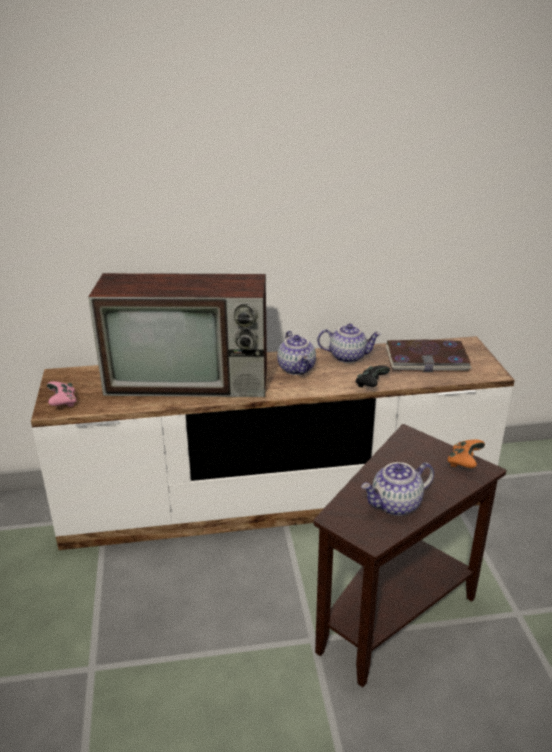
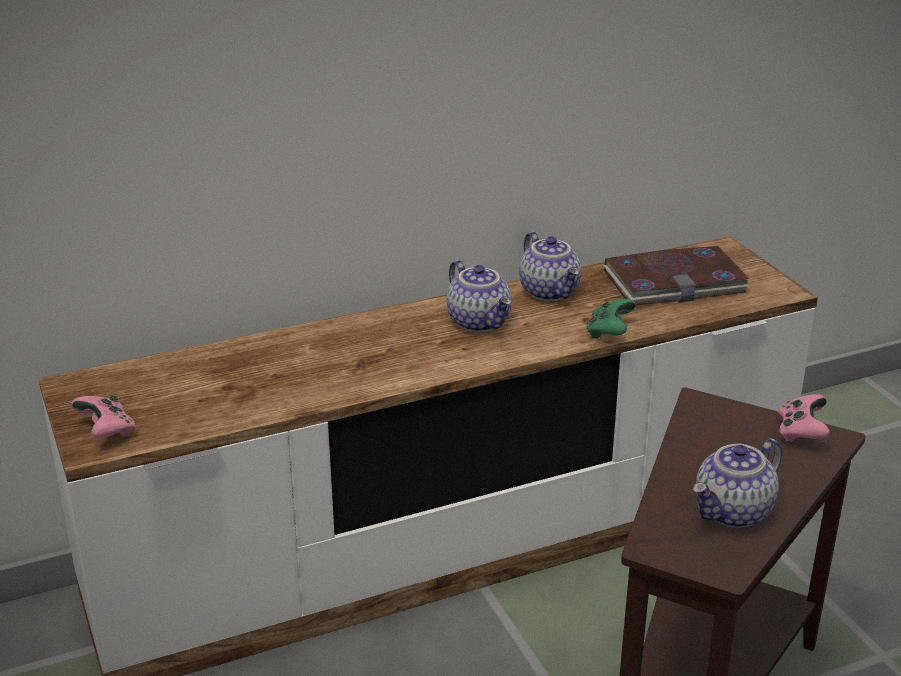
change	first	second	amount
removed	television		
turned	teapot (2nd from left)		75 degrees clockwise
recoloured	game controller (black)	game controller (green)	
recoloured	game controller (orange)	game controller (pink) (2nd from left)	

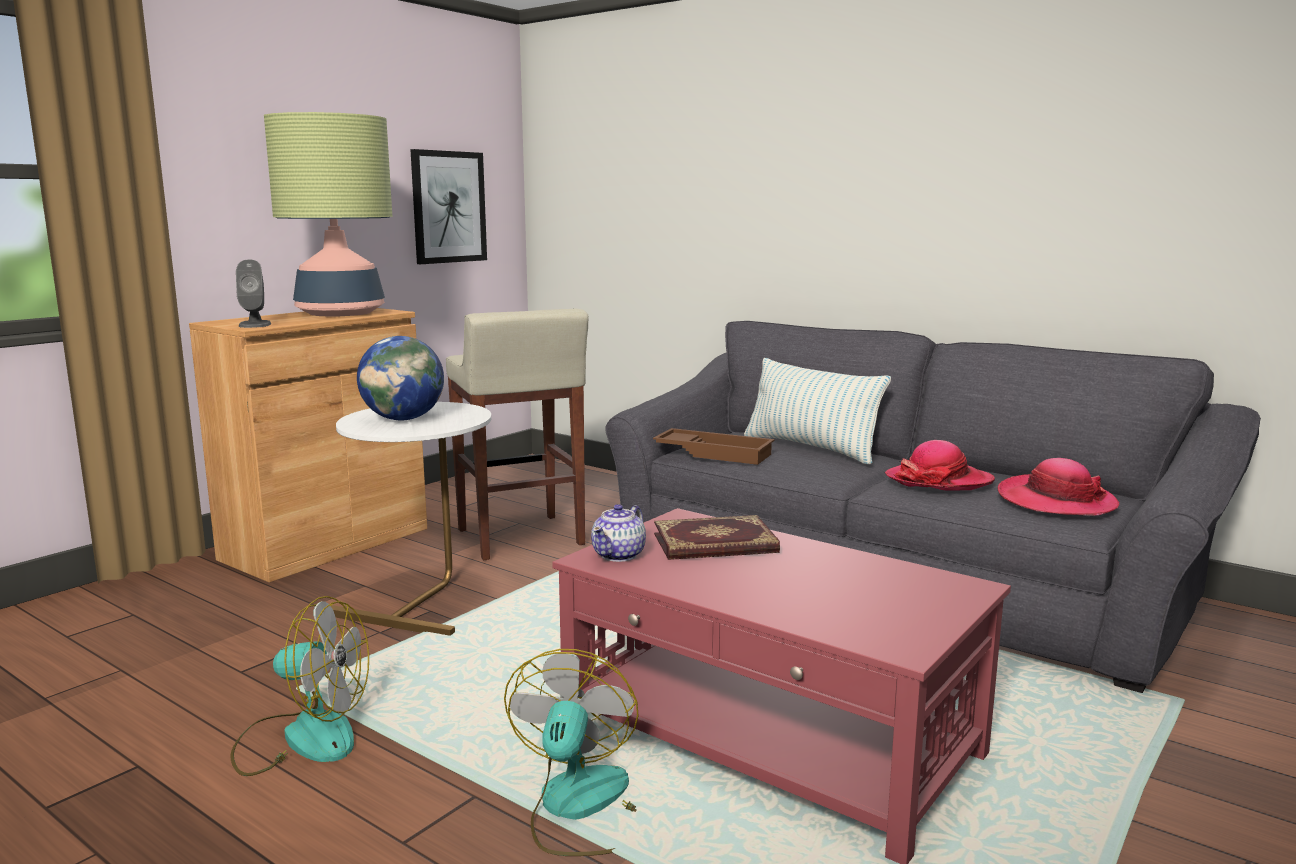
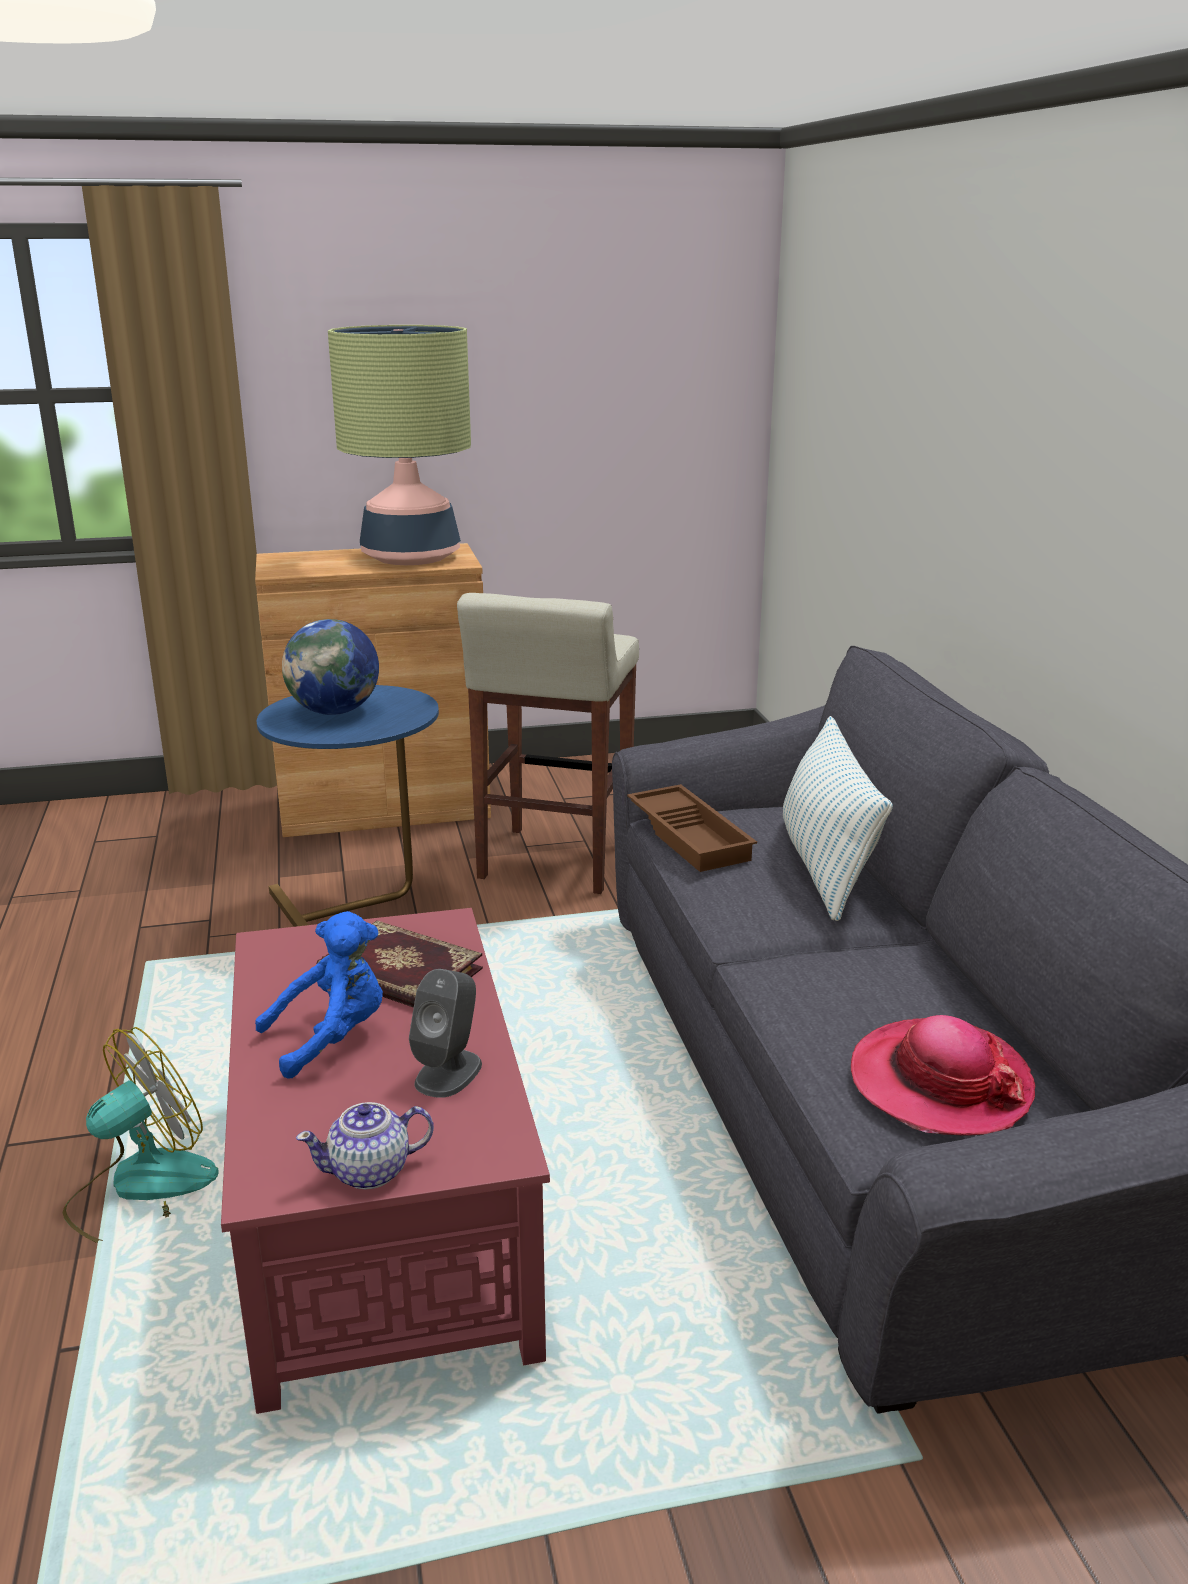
change	first	second	amount
removed	picture		
moved	speaker (grey)		
recoloured	side table (white)	side table (blue)	
removed	hat (1st from left)		
moved	teapot		
removed	fan (1st from left)		
added		plush toy (blue)	

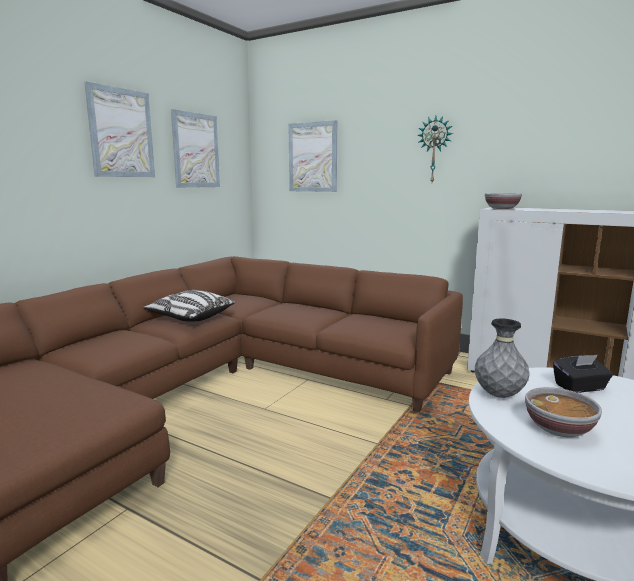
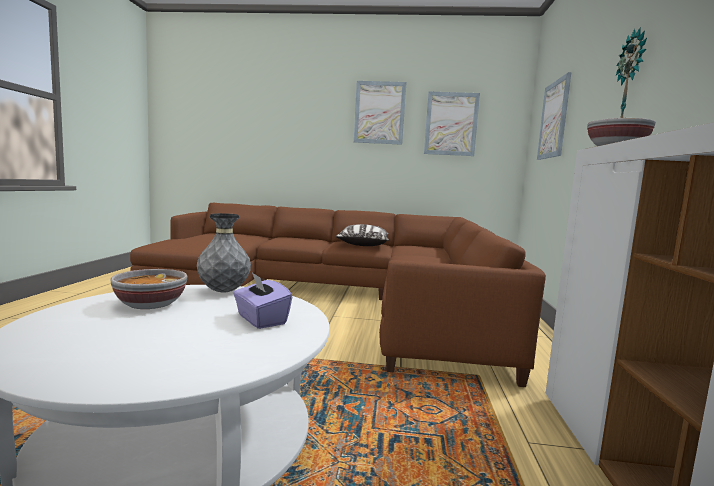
change	first	second	amount
recoloured	tissue box (black)	tissue box (purple)	

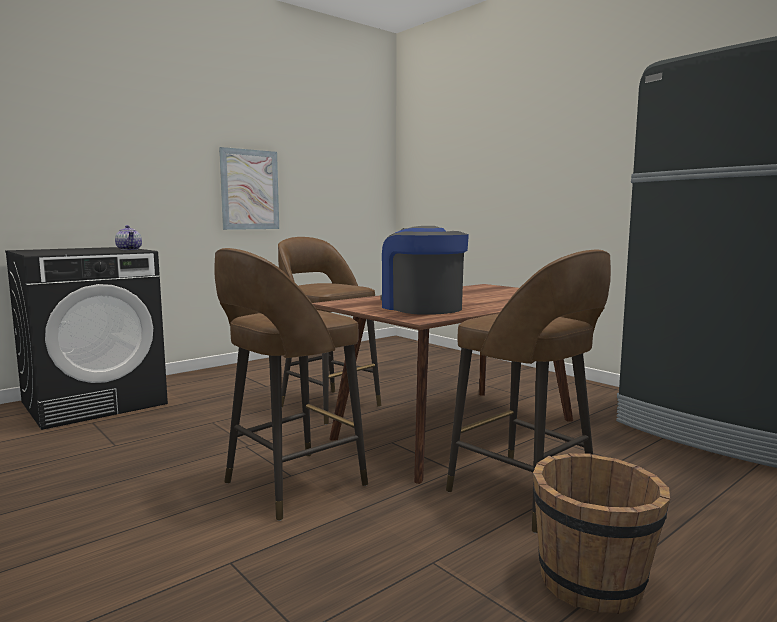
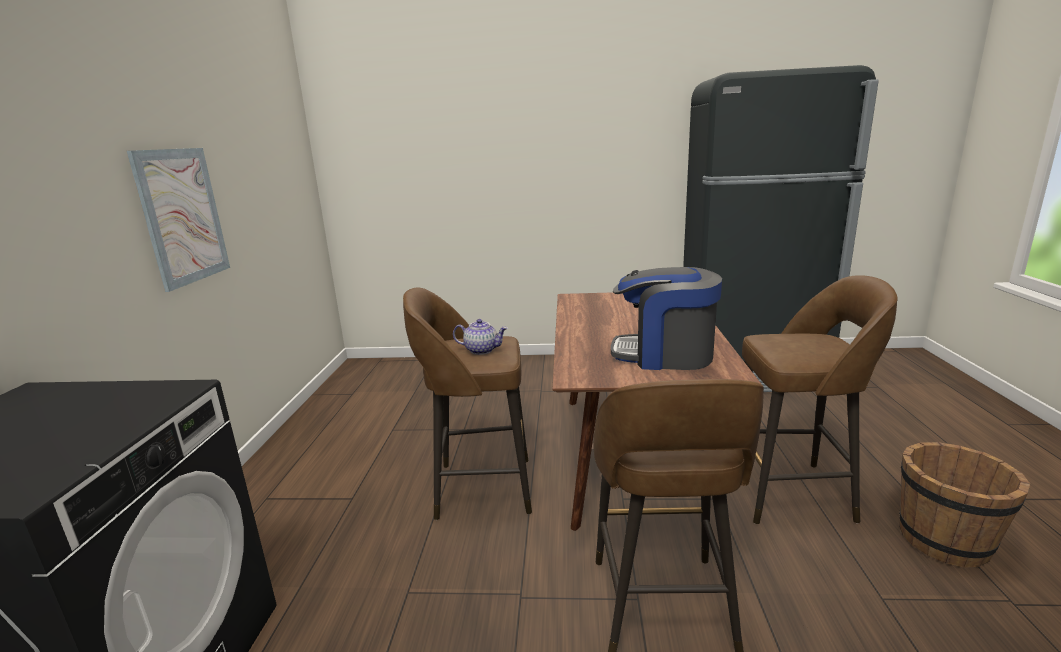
change	first	second	amount
moved	teapot		

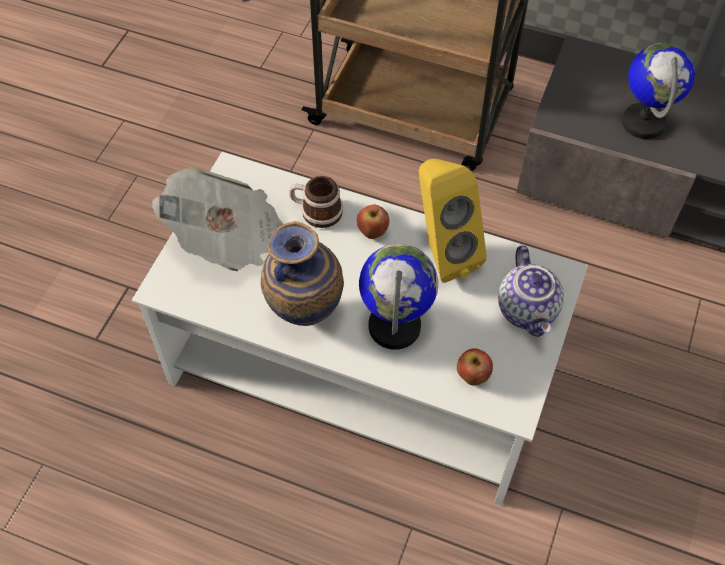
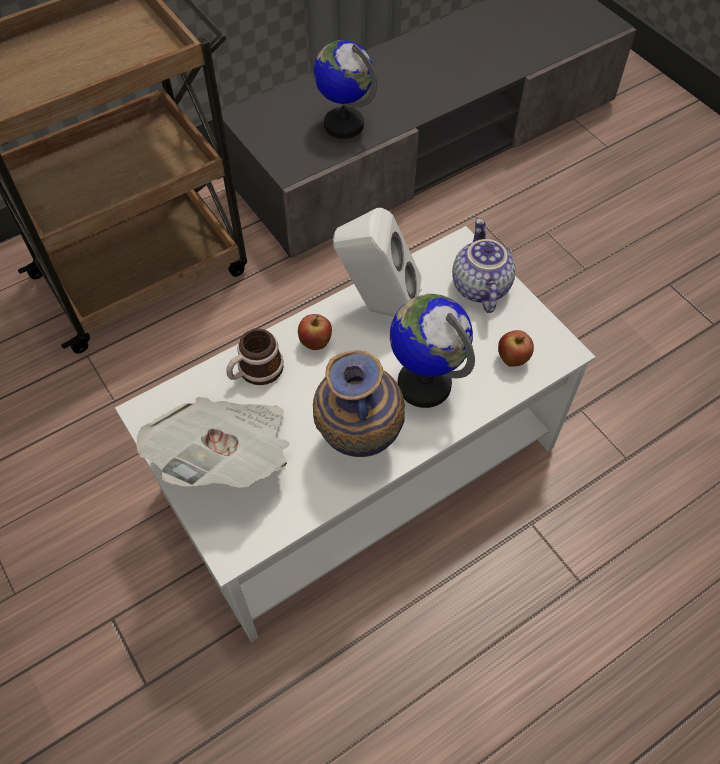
change	first	second	amount
recoloured	speaker (yellow)	speaker (white)	
turned	teapot		120 degrees counterclockwise

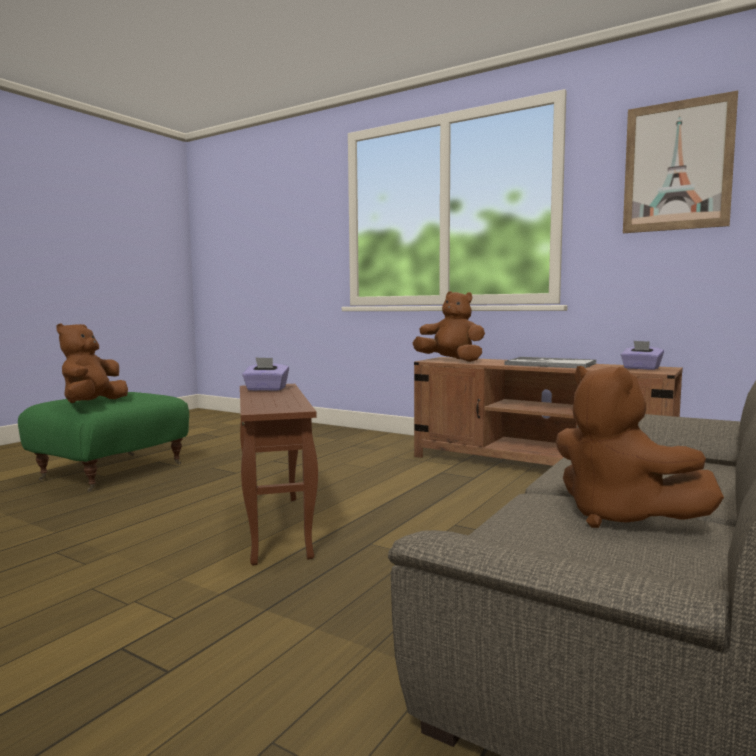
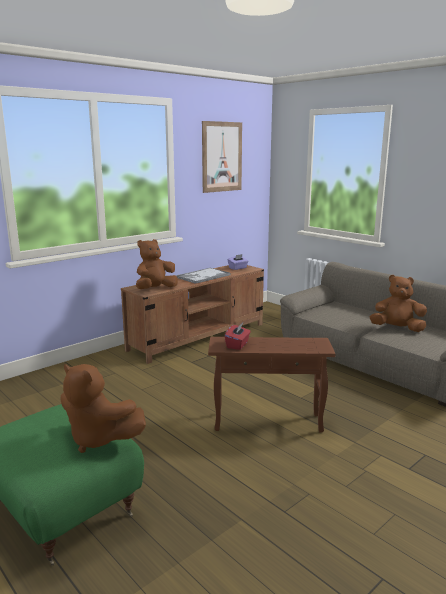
change	first	second	amount
recoloured	tissue box (purple) (1st from left)	tissue box (red)	
turned	plush toy (brown) (3rd from left)		150 degrees counterclockwise

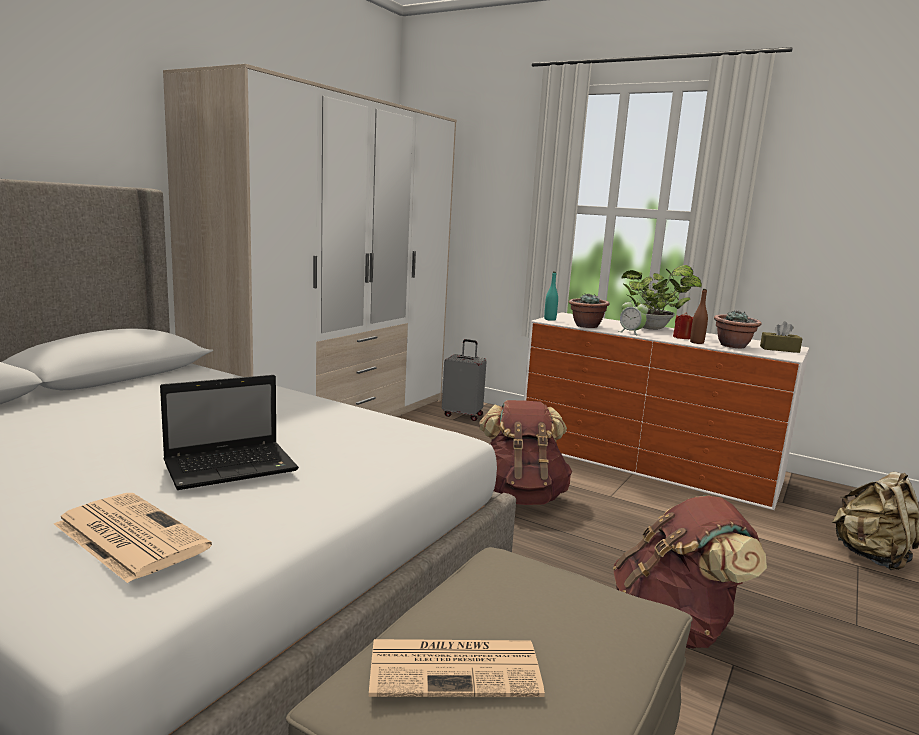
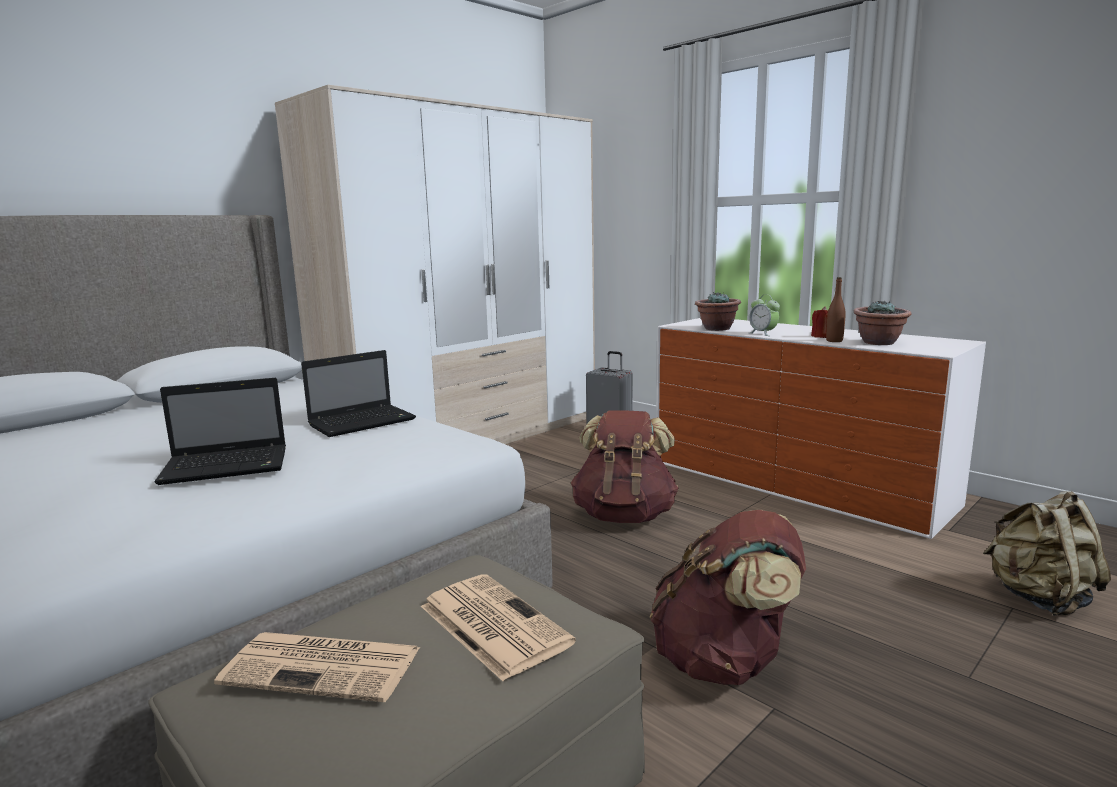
change	first	second	amount
removed	potted plant (2nd from left)		
removed	bottle (turquoise)		
removed	tissue box (brown)		
moved	newspaper (1st from left in the first image)	newspaper (2nd from left)	
added		laptop (2nd from left)	

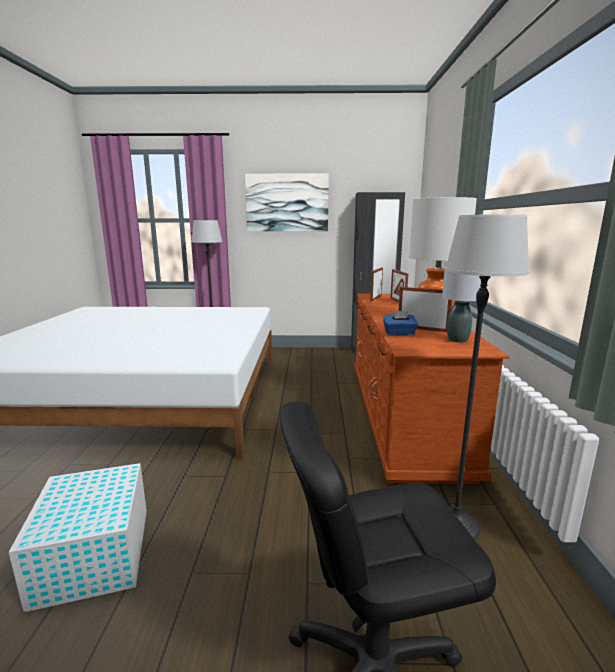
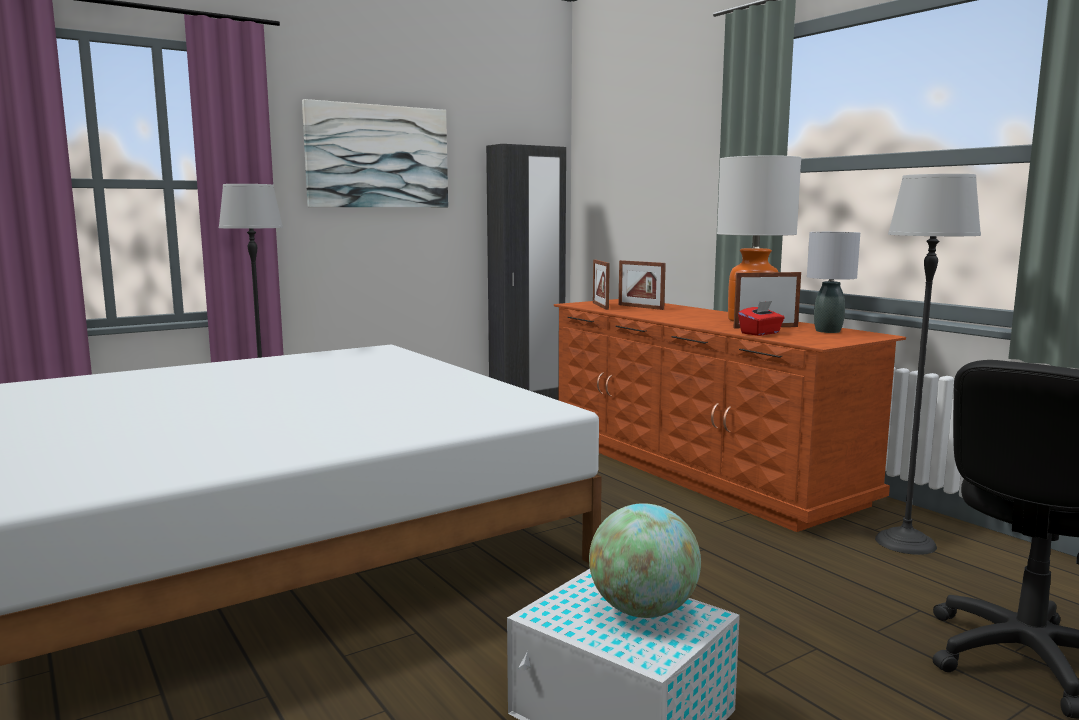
change	first	second	amount
recoloured	tissue box (blue)	tissue box (red)	
added		globe	

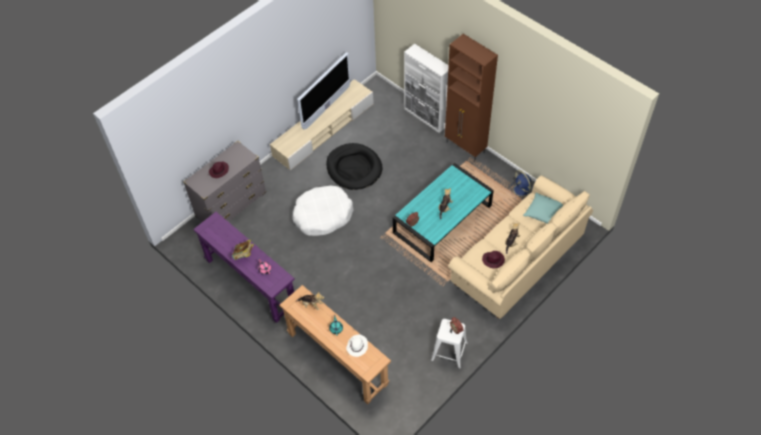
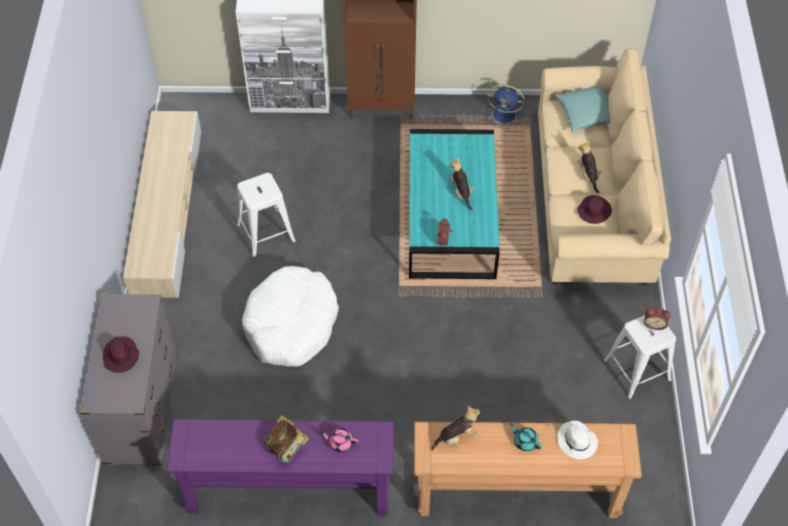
change	first	second	amount
removed	television		
replaced	dog bed (black)	stool (white) (1st from left)	

